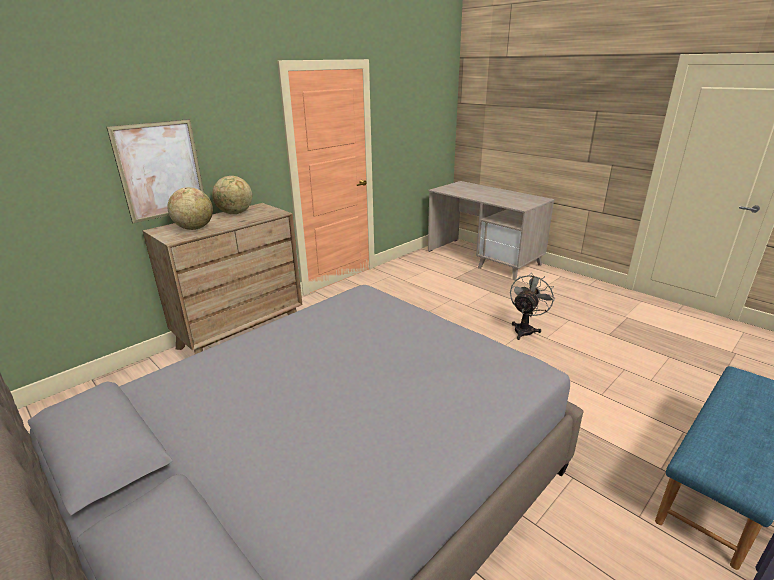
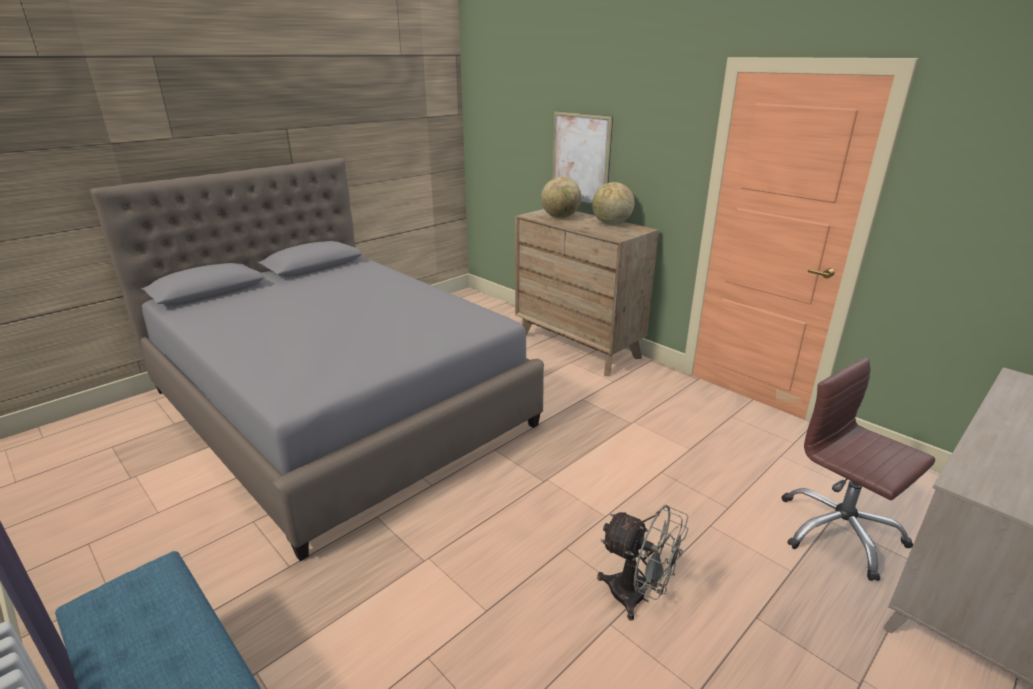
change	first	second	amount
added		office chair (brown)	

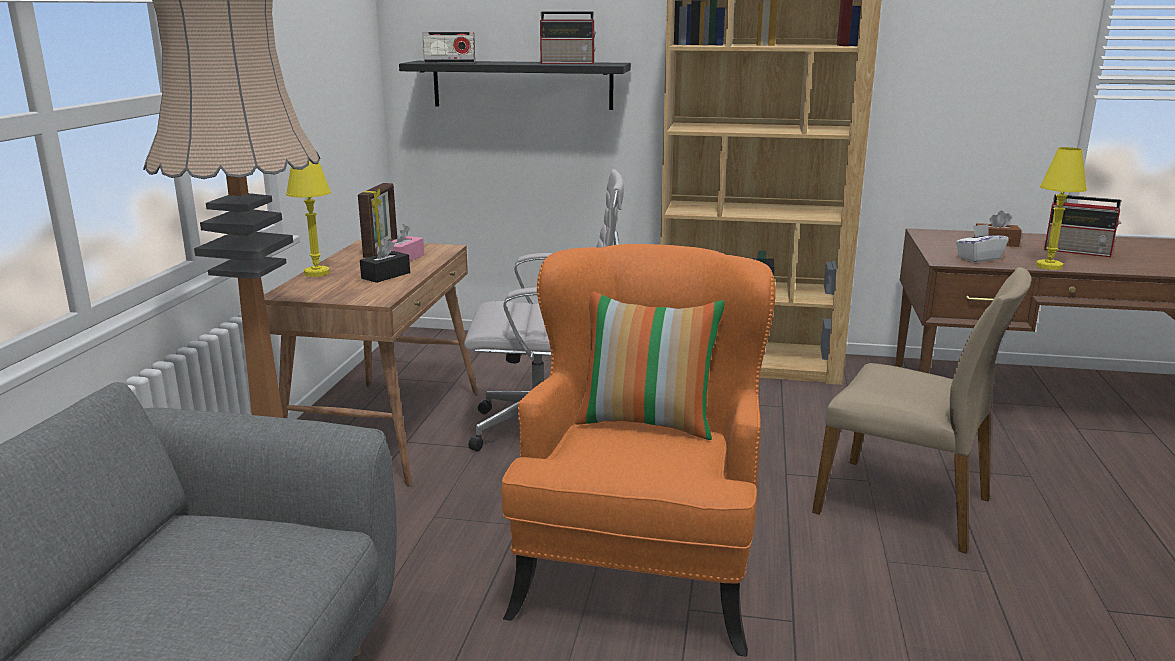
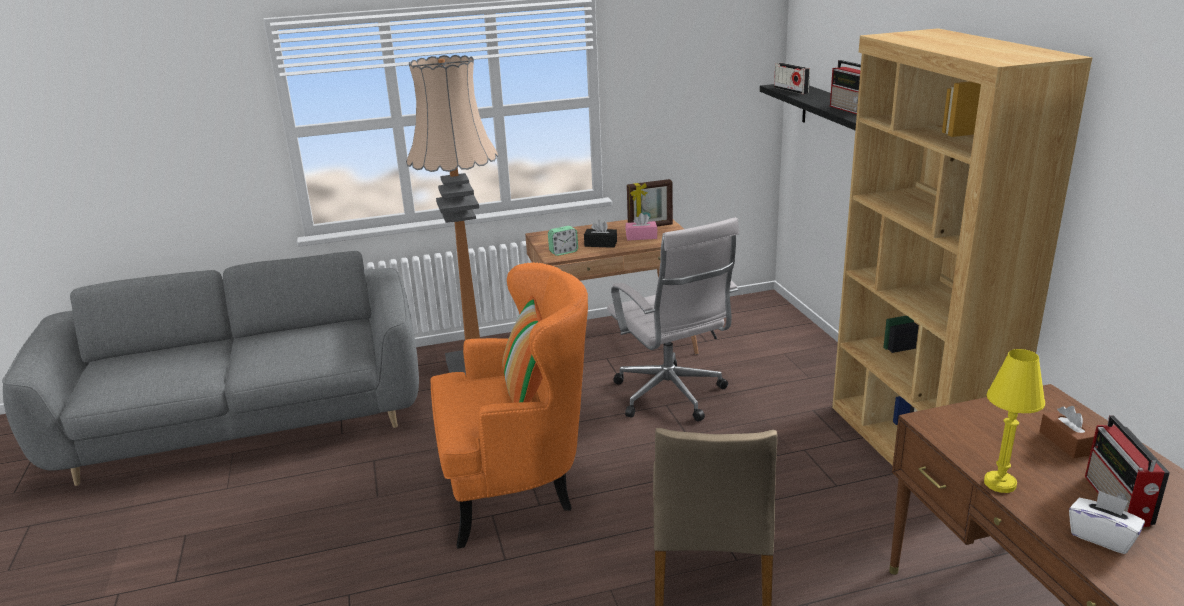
change	first	second	amount
removed	table lamp (yellow) (1st from left)		
moved	tissue box (white)		
added		alarm clock	

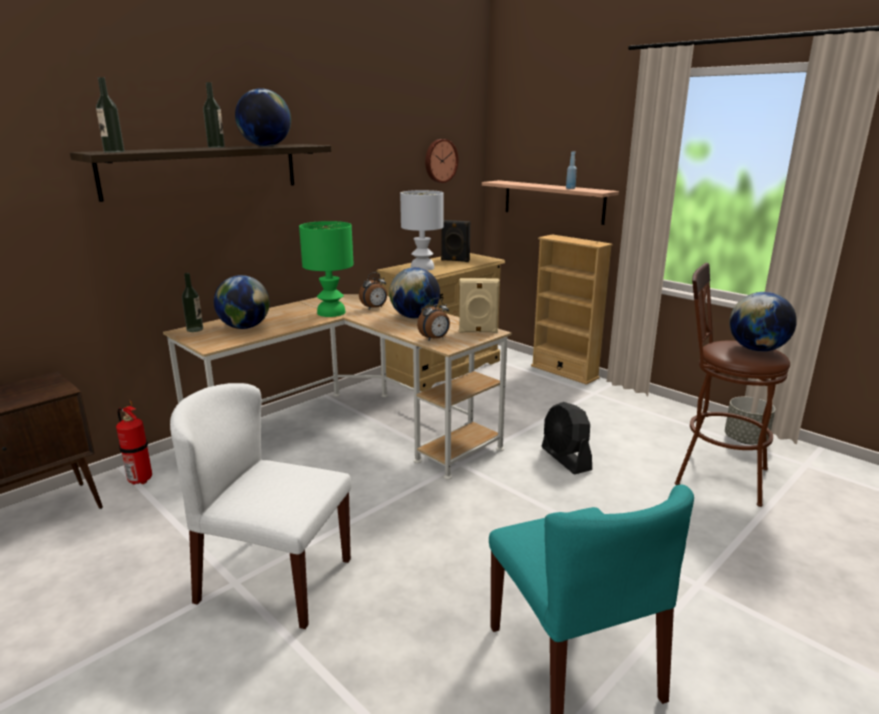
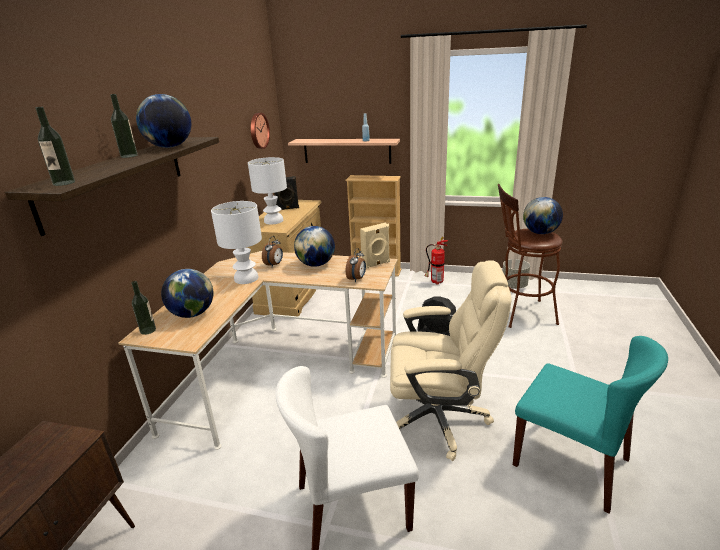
change	first	second	amount
recoloured	table lamp (green)	table lamp (white) (1st from left)	
moved	fire extinguisher		
added		office chair (beige)	

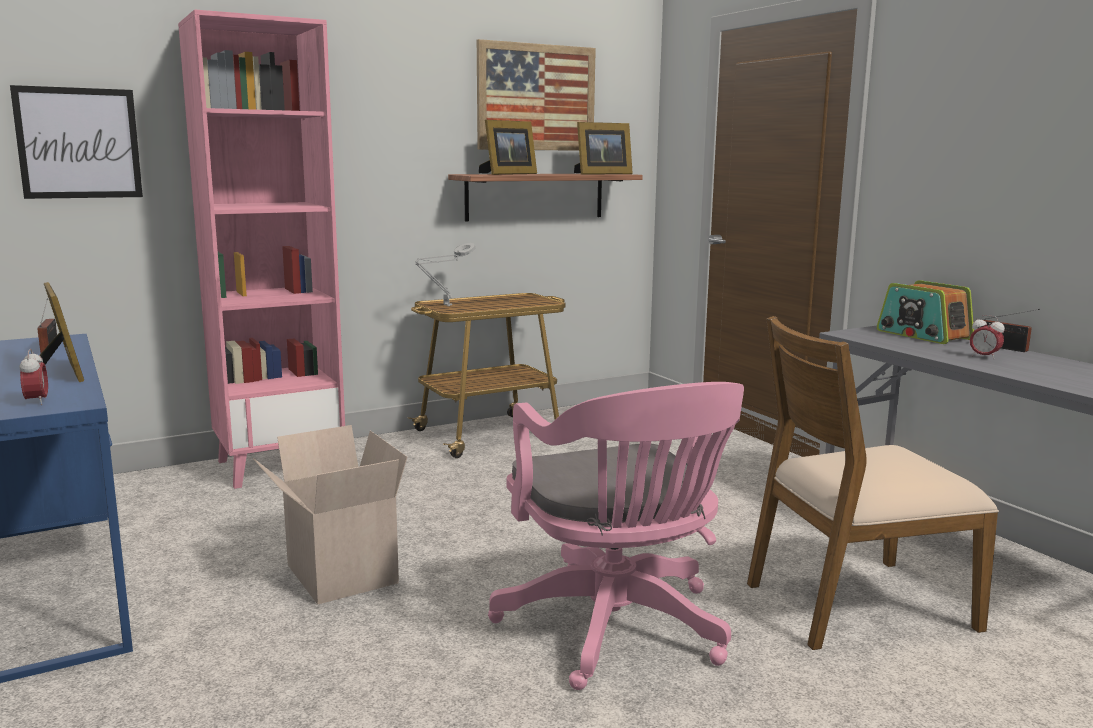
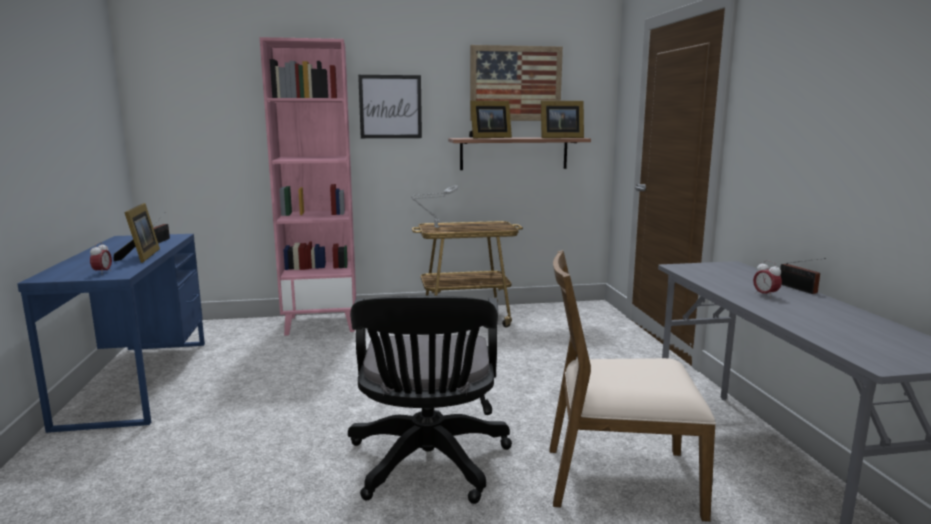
change	first	second	amount
moved	picture (1st from left)		
removed	radio (2nd from left)		
recoloured	office chair (pink)	office chair (black)	
removed	cardboard box		

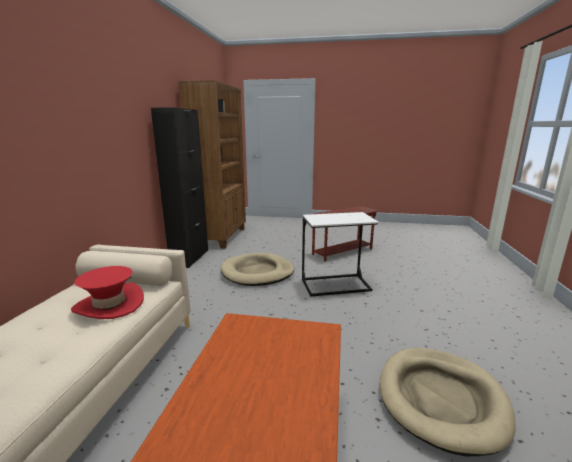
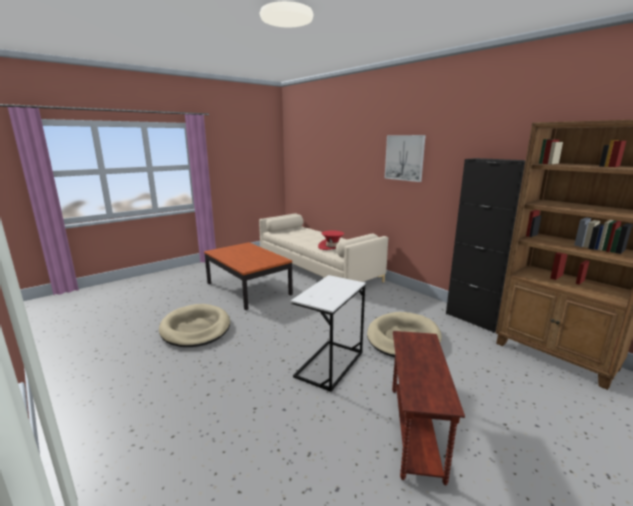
change	first	second	amount
added		picture	

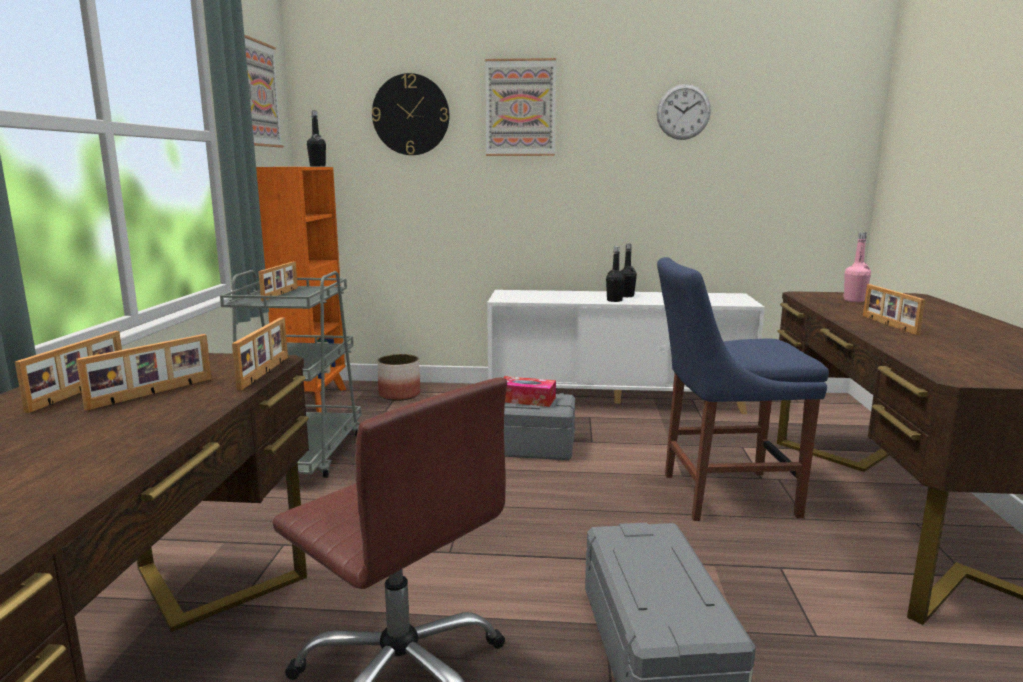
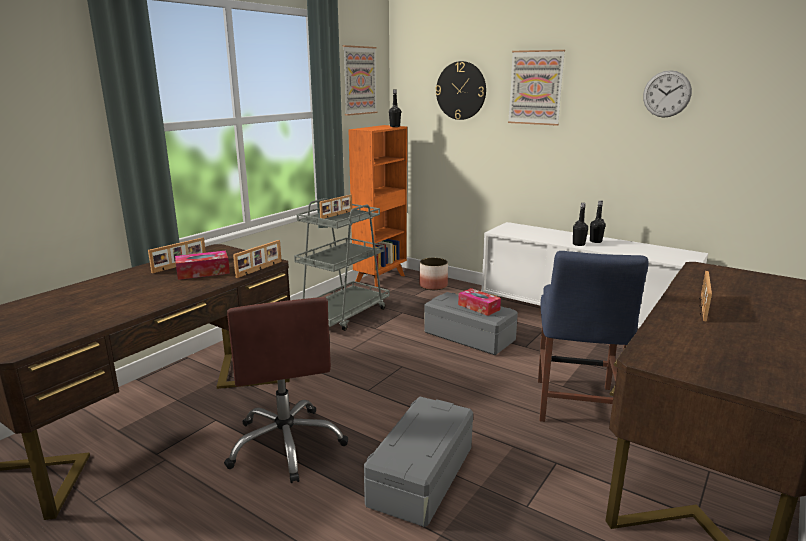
change	first	second	amount
removed	bottle (pink)		
turned	chair (blue)		105 degrees counterclockwise
replaced	picture frame (2nd from left)	tissue box (1st from left)	

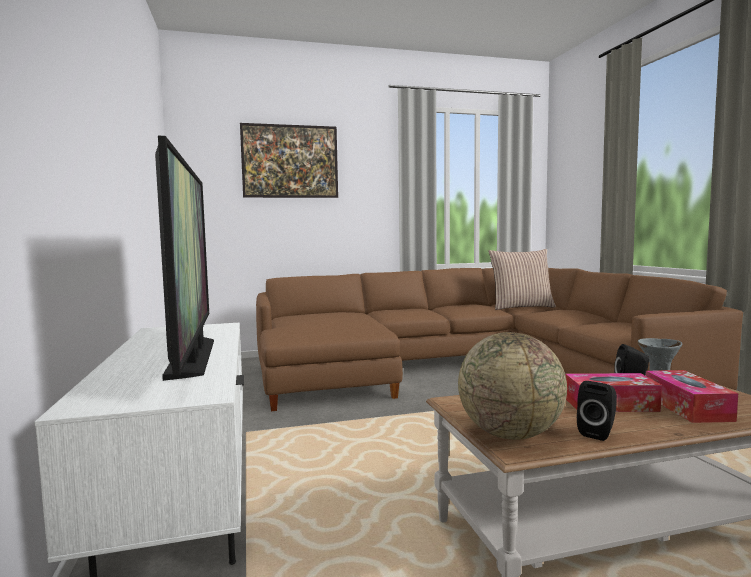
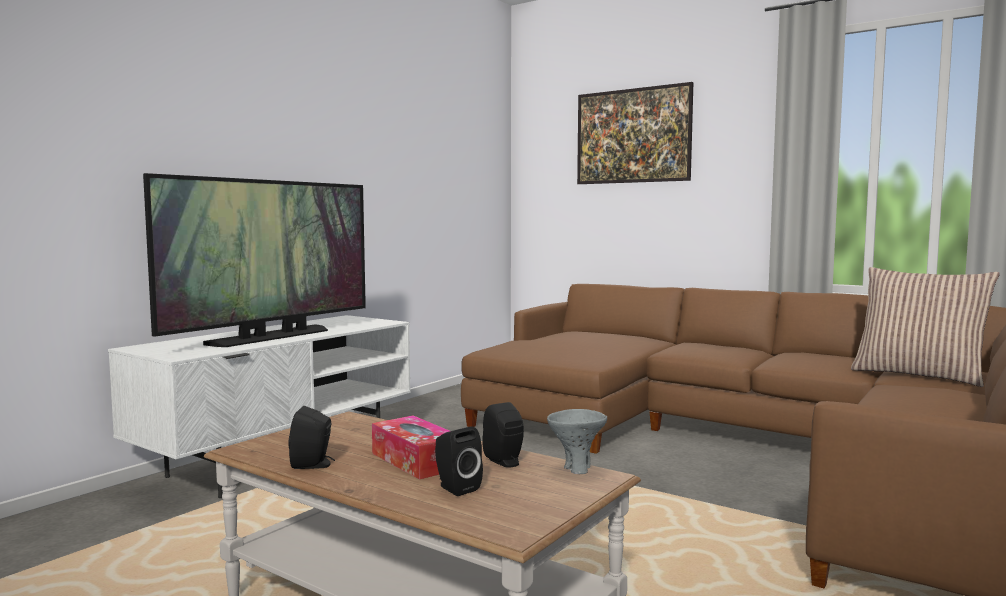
change	first	second	amount
removed	globe		
replaced	tissue box (2nd from left)	speaker (black) (2nd from left)	

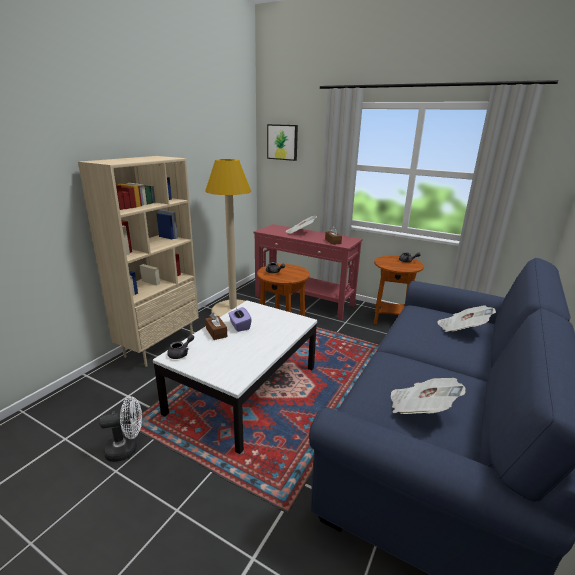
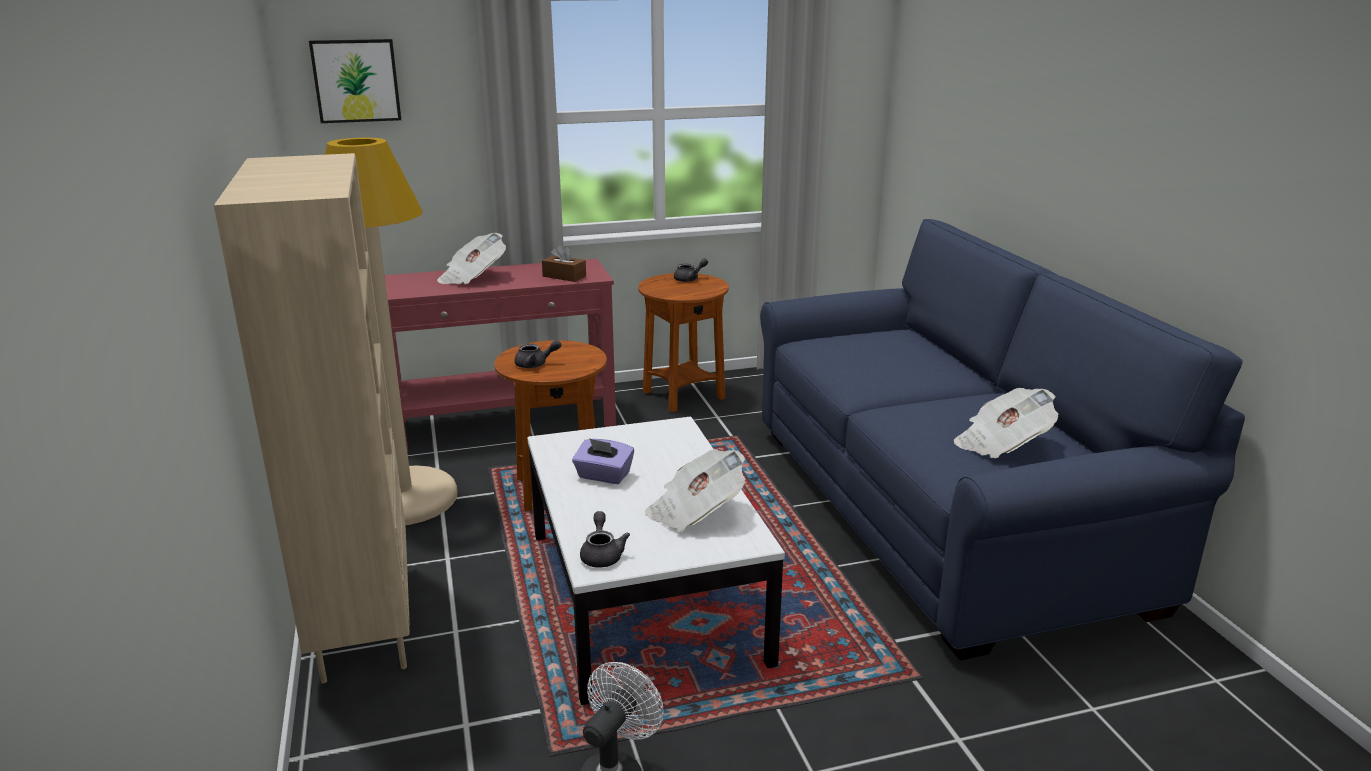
change	first	second	amount
moved	newspaper (3rd from left in the first image)	newspaper (2nd from left)	
removed	tissue box (brown) (1st from left)		

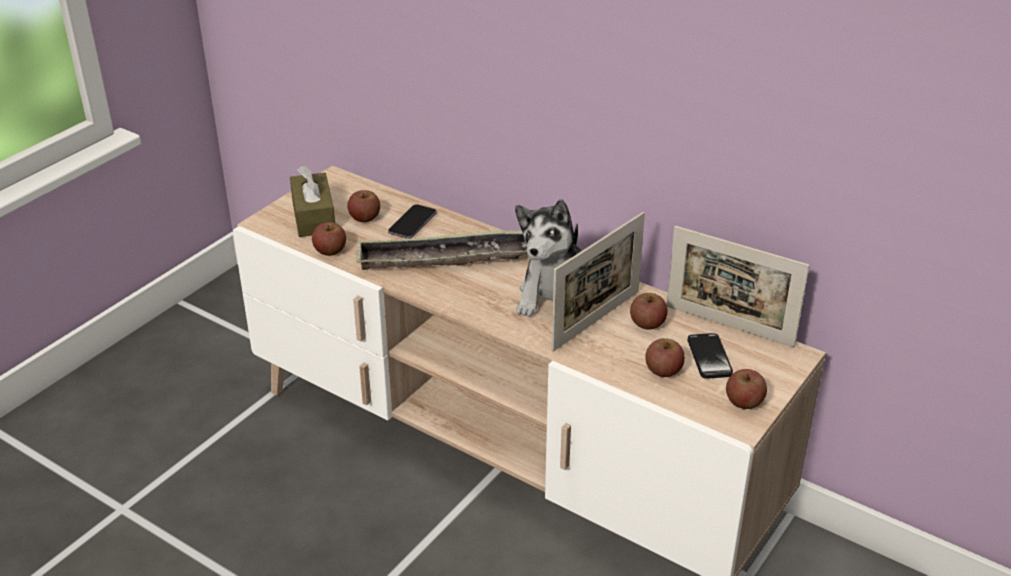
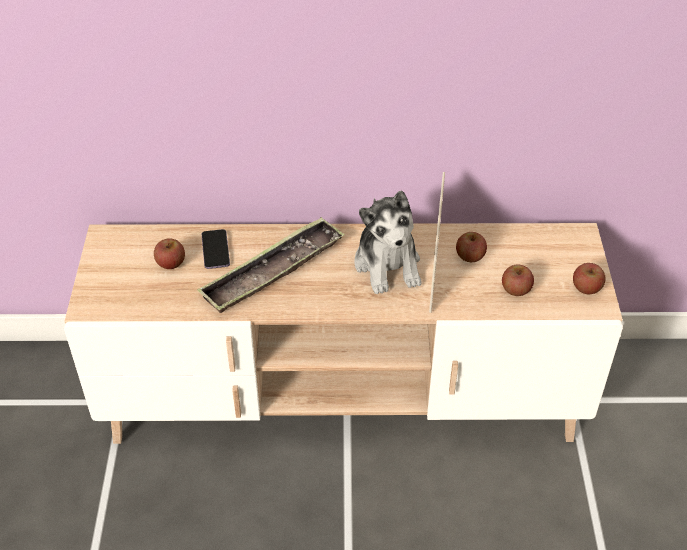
change	first	second	amount
removed	tissue box (brown)		
removed	apple (1st from left)		
removed	picture frame (2nd from left)		
removed	phone (2nd from left)		

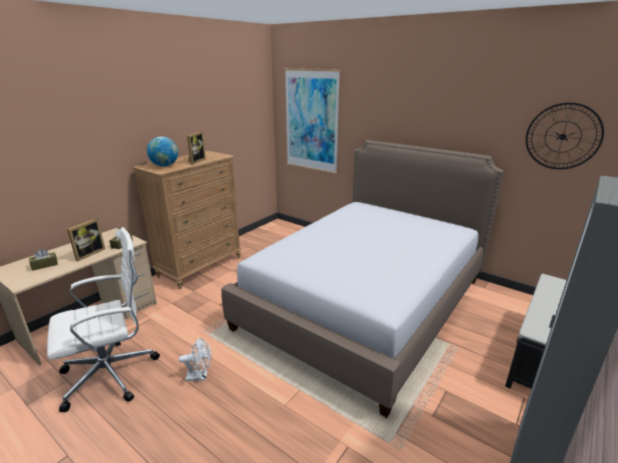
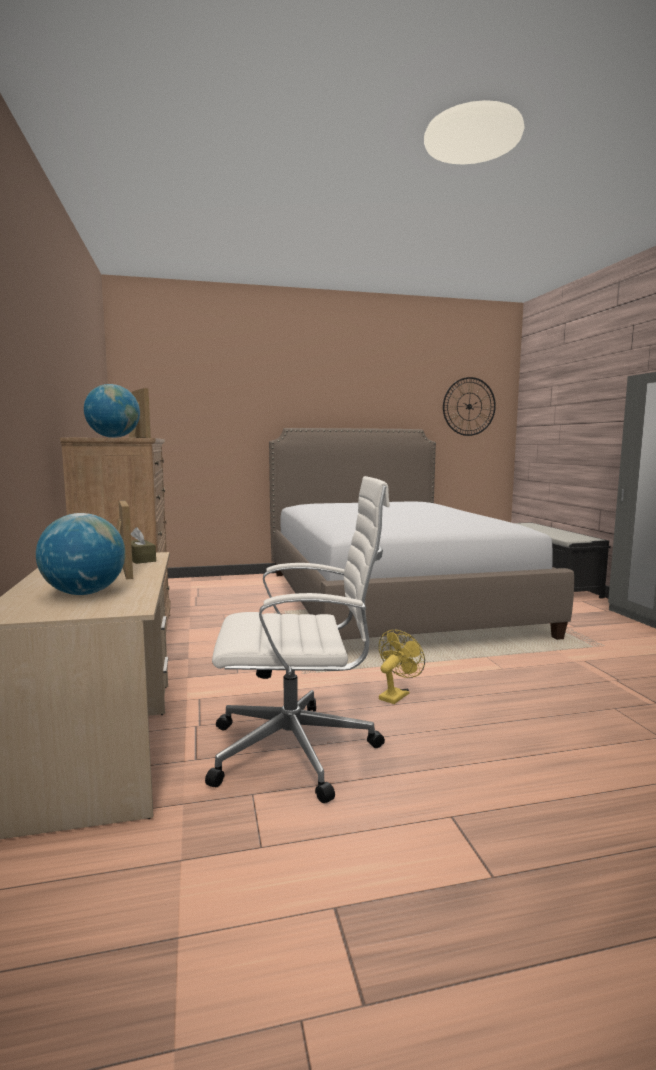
change	first	second	amount
removed	picture		
turned	office chair (white)		75 degrees clockwise
replaced	tissue box (brown) (1st from left)	globe (1st from left)	
recoloured	fan (white)	fan (yellow)	

